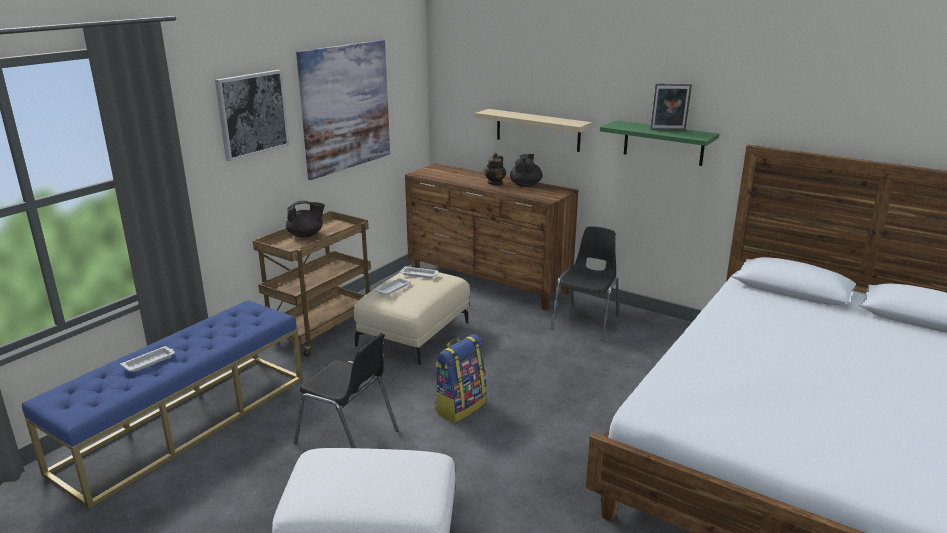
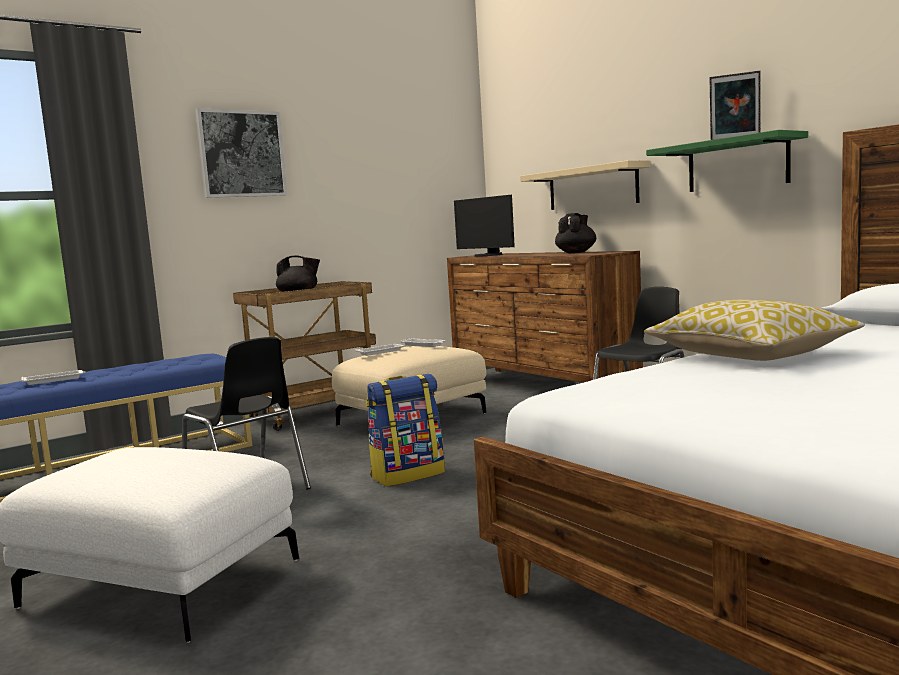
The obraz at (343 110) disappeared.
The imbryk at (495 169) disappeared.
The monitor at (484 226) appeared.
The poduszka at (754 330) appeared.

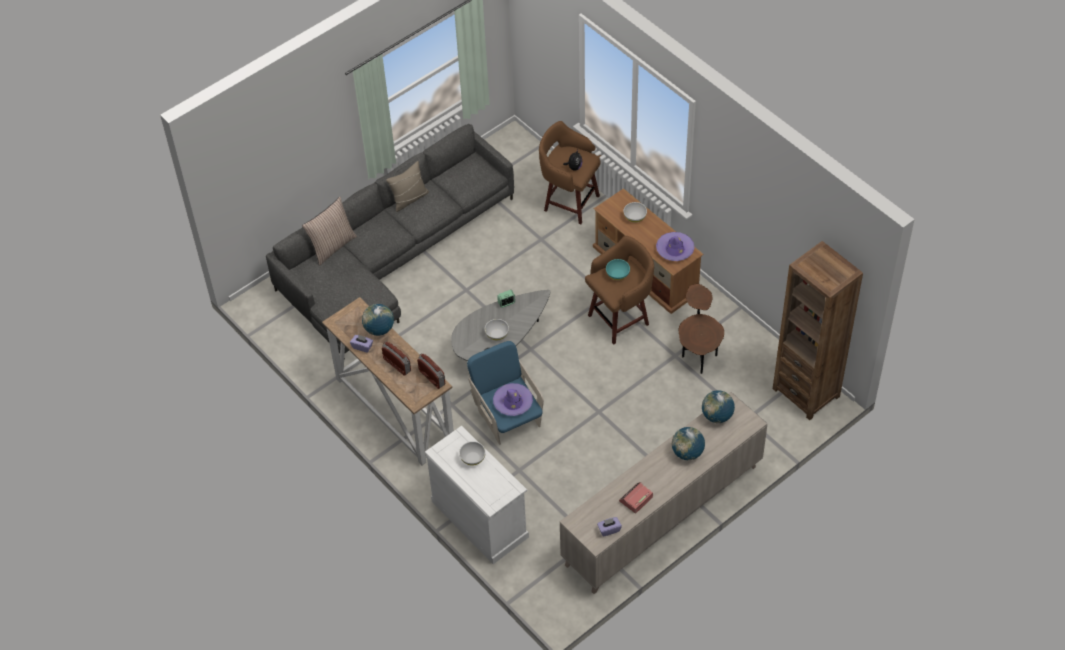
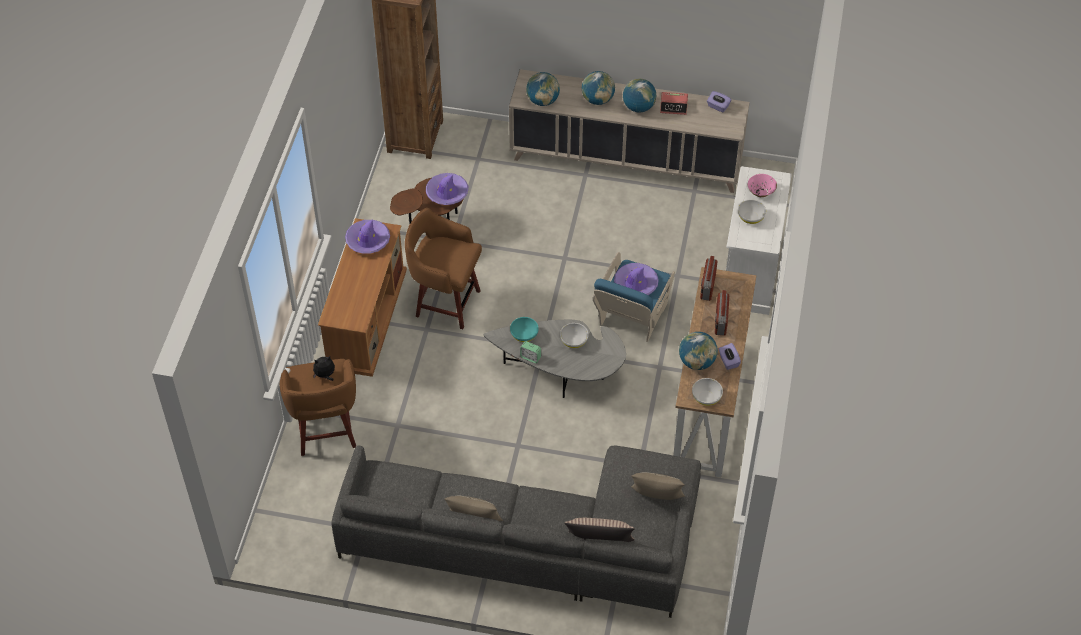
The kapelusz [fioletowy] at (447 189) appeared.
The globus at (639 95) appeared.
The poduszka [beżowy] at (658 486) appeared.
The miska [różowy] at (762 185) appeared.
The miska [turkusowy] moved from (618 269) to (524 329).
The miska [biały] moved from (635 212) to (707 392).

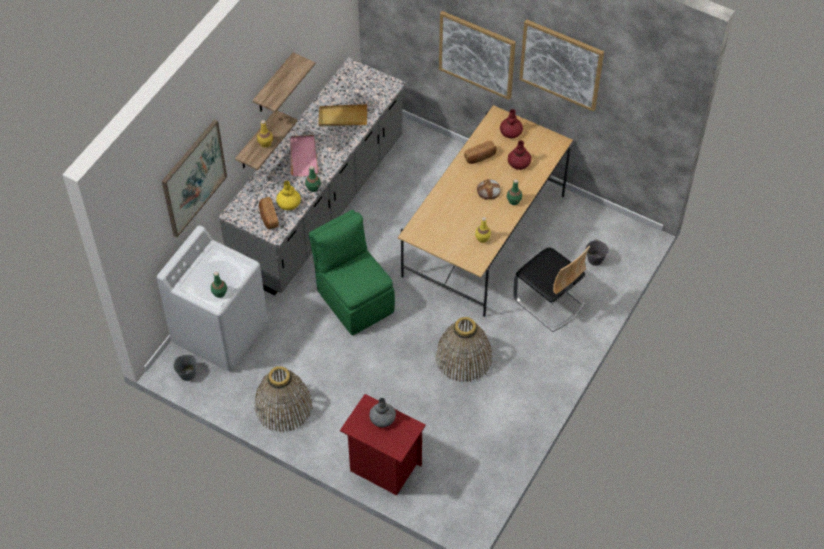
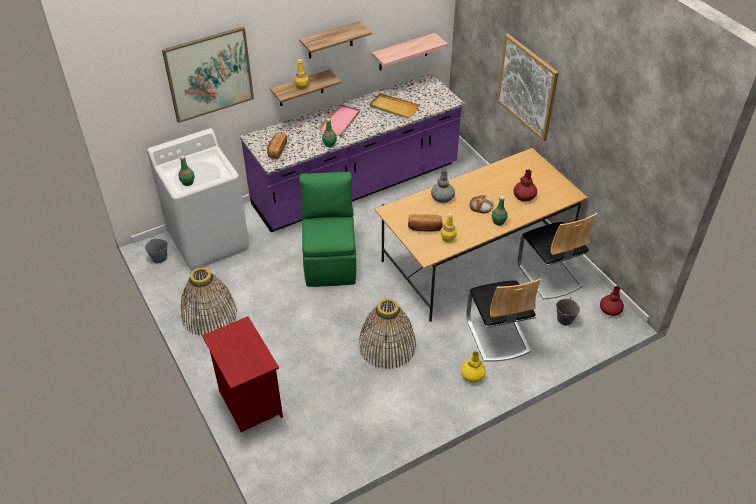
The obraz at (561 65) disappeared.
The półka at (410 51) appeared.
The krzesło at (557 256) appeared.
The wazon [żółty] moved from (288 195) to (473 367).
The wazon [szary] moved from (382 413) to (443 187).
The chleb moved from (480 152) to (425 223).
The wazon [czerwony] moved from (511 123) to (612 301).
The zabudowa kuchenna [szary] at (312 176) became the zabudowa kuchenna [fioletowy] at (352 152).

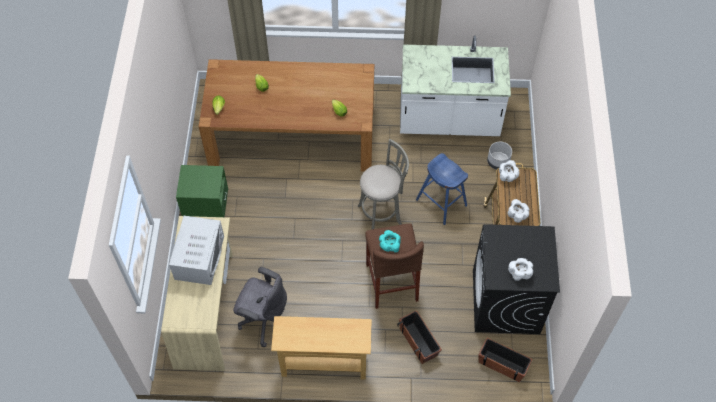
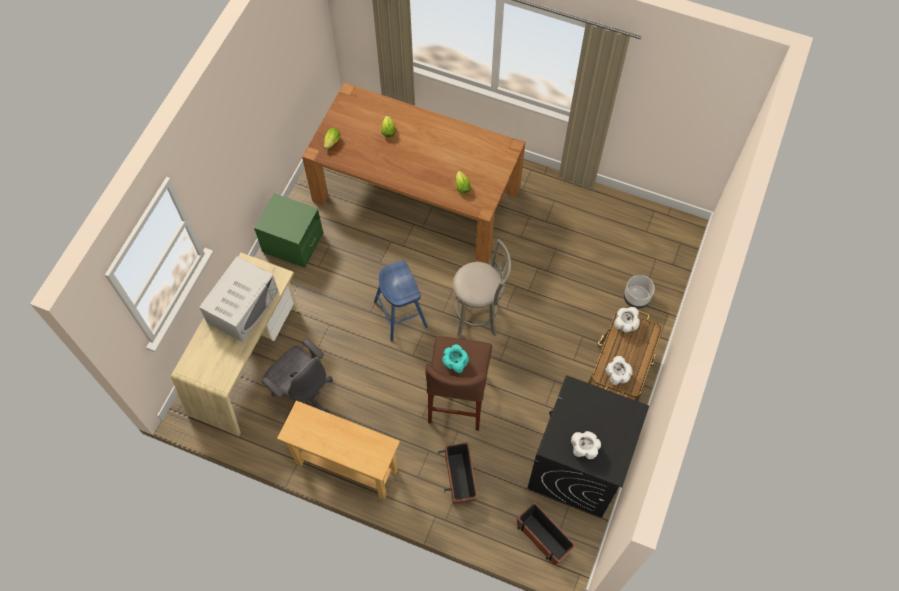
The zabudowa kuchenna [biały] at (455 86) disappeared.
The stołek [niebieski] moved from (442 189) to (401 301).

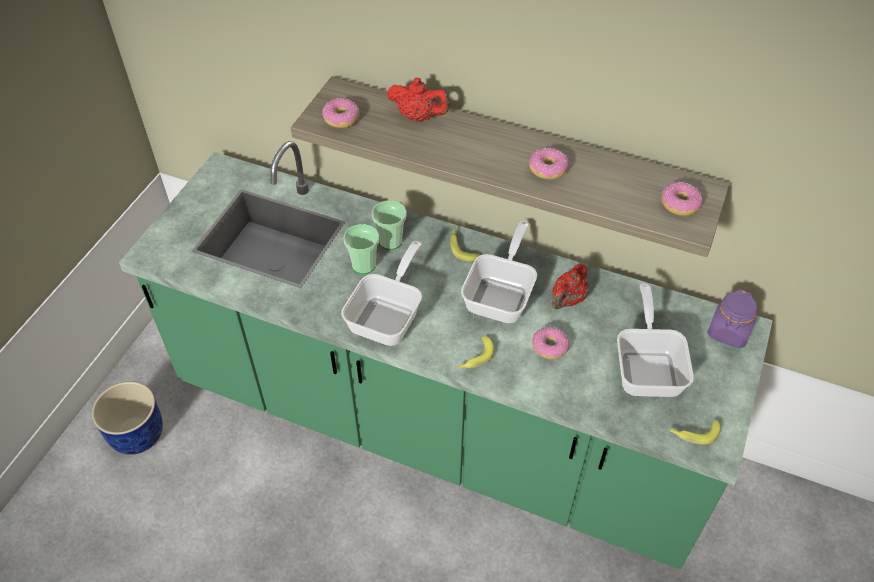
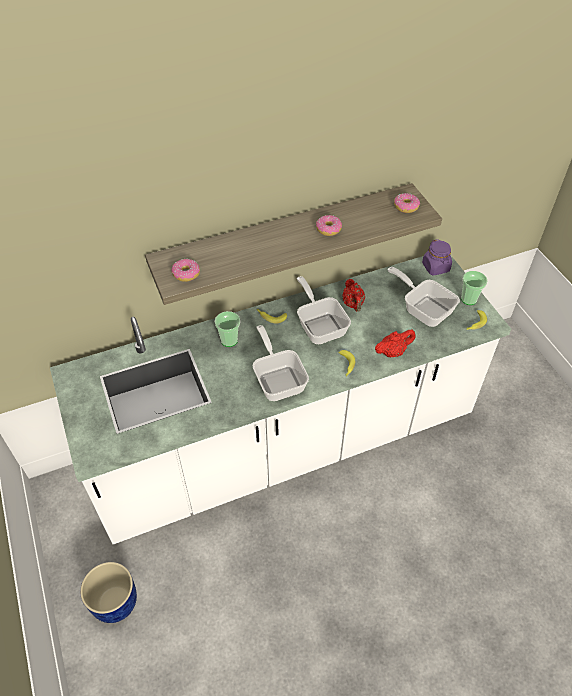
The donut at (551 343) disappeared.
The filiżanka moved from (361 249) to (474 288).
The imbryk [czerwony] moved from (418 100) to (395 343).
The zabudowa kuchenna [zielony] at (446 355) became the zabudowa kuchenna [biały] at (280 399).

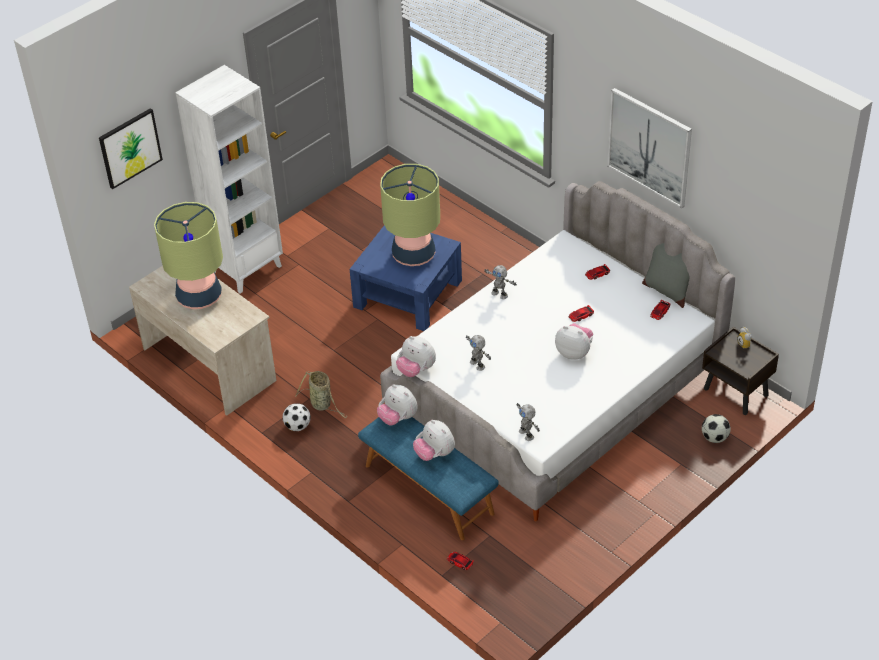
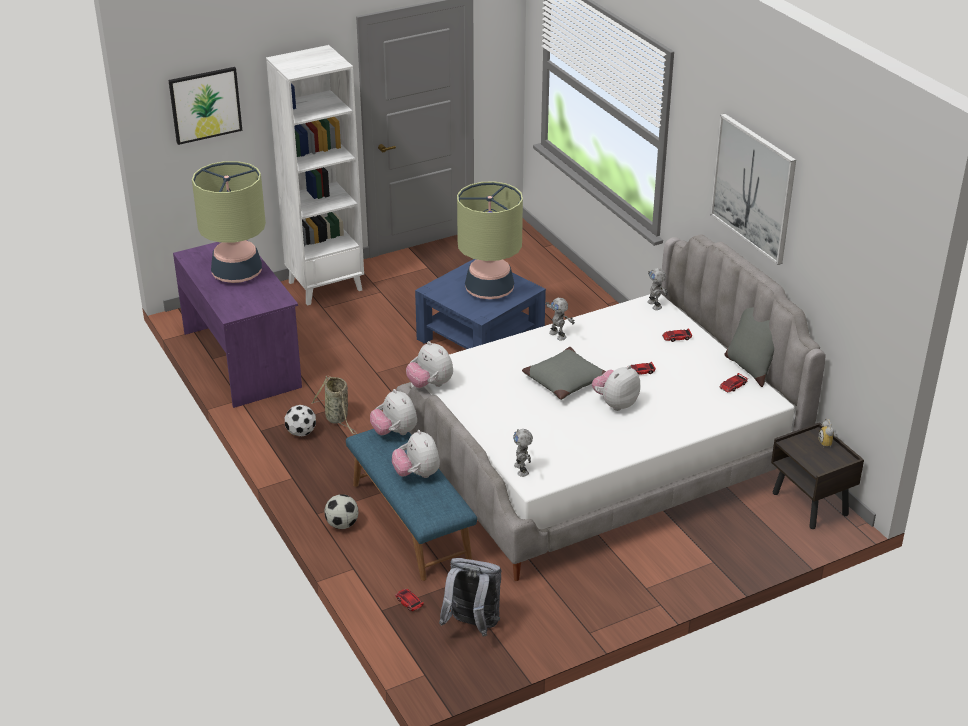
The plecak [szary] at (470 597) appeared.
The poduszka [szary] at (564 373) appeared.
The robot zabawkowy moved from (478 353) to (657 289).
The piłka futbolowa moved from (716 428) to (341 511).
The biurko [beżowy] at (203 341) became the biurko [fioletowy] at (237 324).
The pluszak at (574 341) turned 90 degrees counterclockwise.

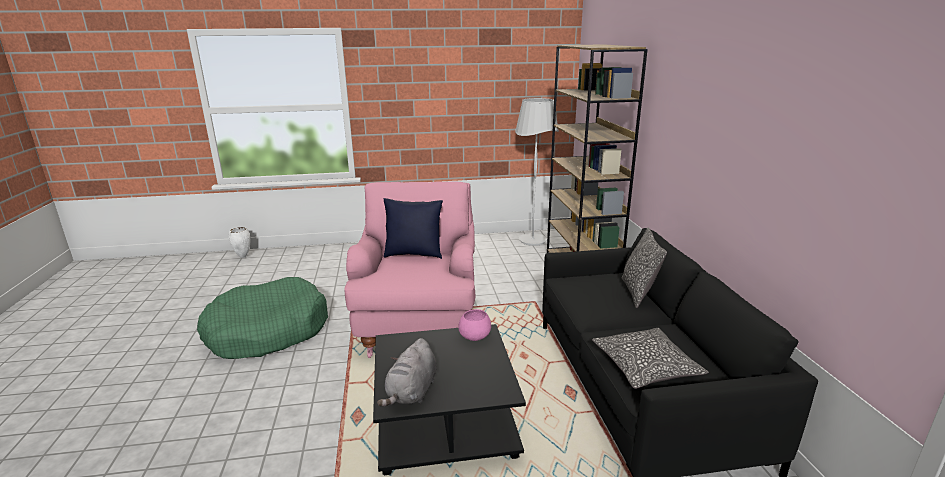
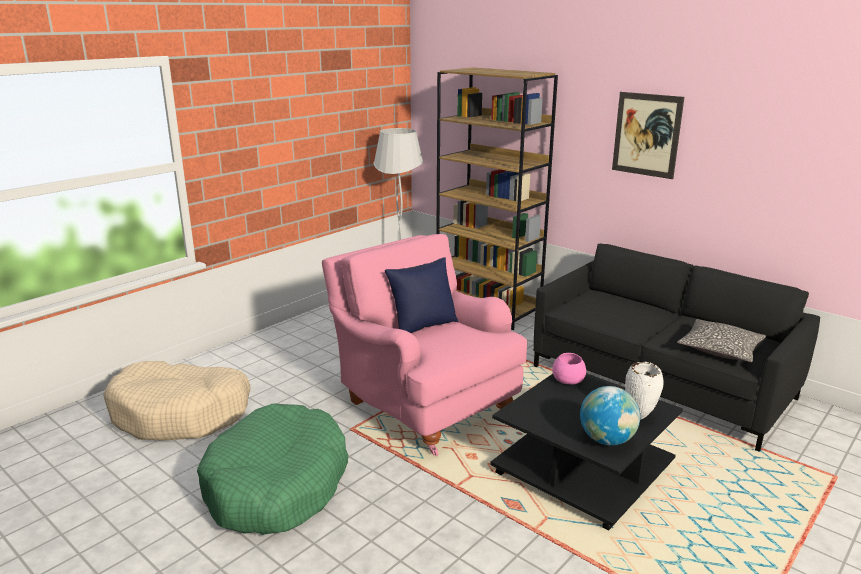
The poduszka at (644 267) disappeared.
The legowisko [beżowy] at (177 401) appeared.
The obraz at (648 135) appeared.
The wazon [biały] moved from (239 242) to (644 390).
The pluszak [szary] at (407 372) was replaced by the globus at (610 416).

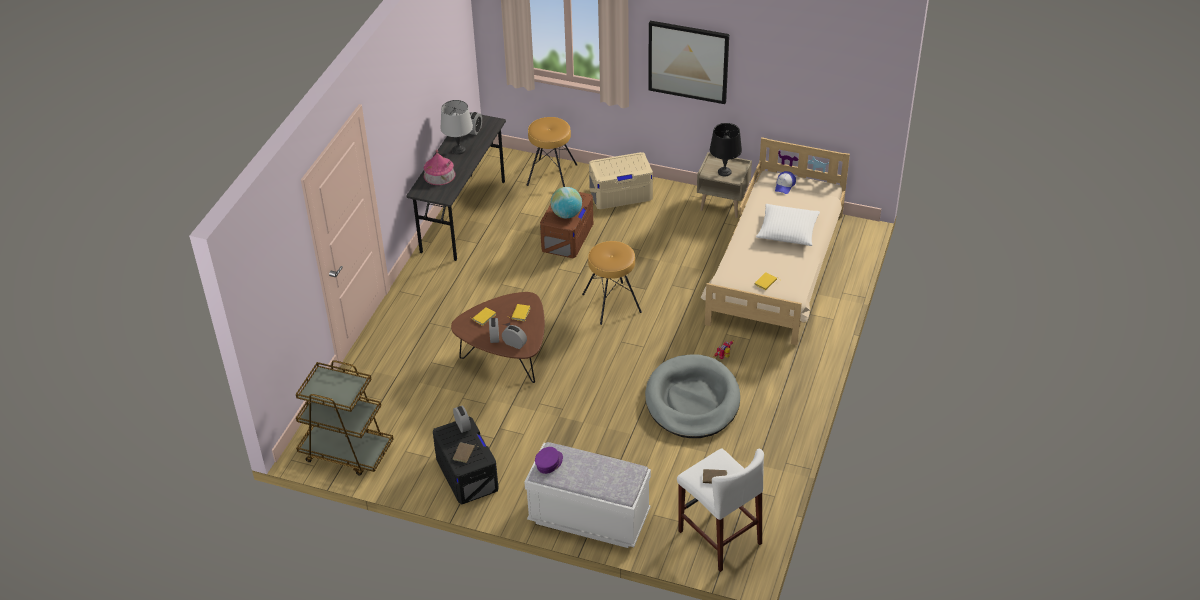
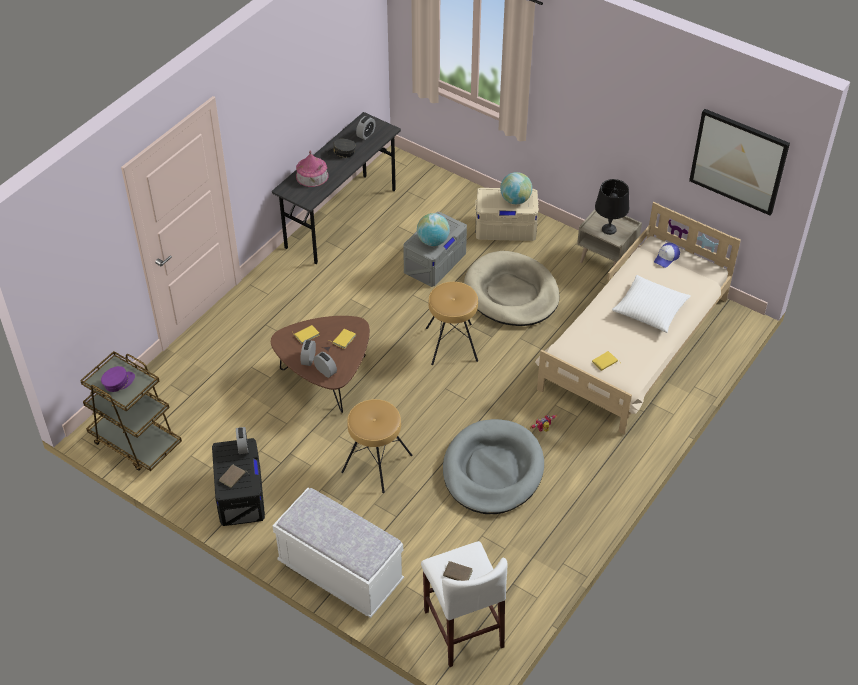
The legowisko [beżowy] at (512 288) appeared.
The globus at (516 188) appeared.
The stołek [brązowy] moved from (552 152) to (377 446).
The czapka z daszkiem [fioletowy] moved from (549 460) to (118 379).
The obraz moved from (688 62) to (739 162).
The lampa stołowa [szary] at (456 127) was replaced by the czapka z daszkiem [szary] at (341 149).
The pojemnik do przechowywania [brązowy] at (566 225) became the pojemnik do przechowywania [szary] at (435 249).

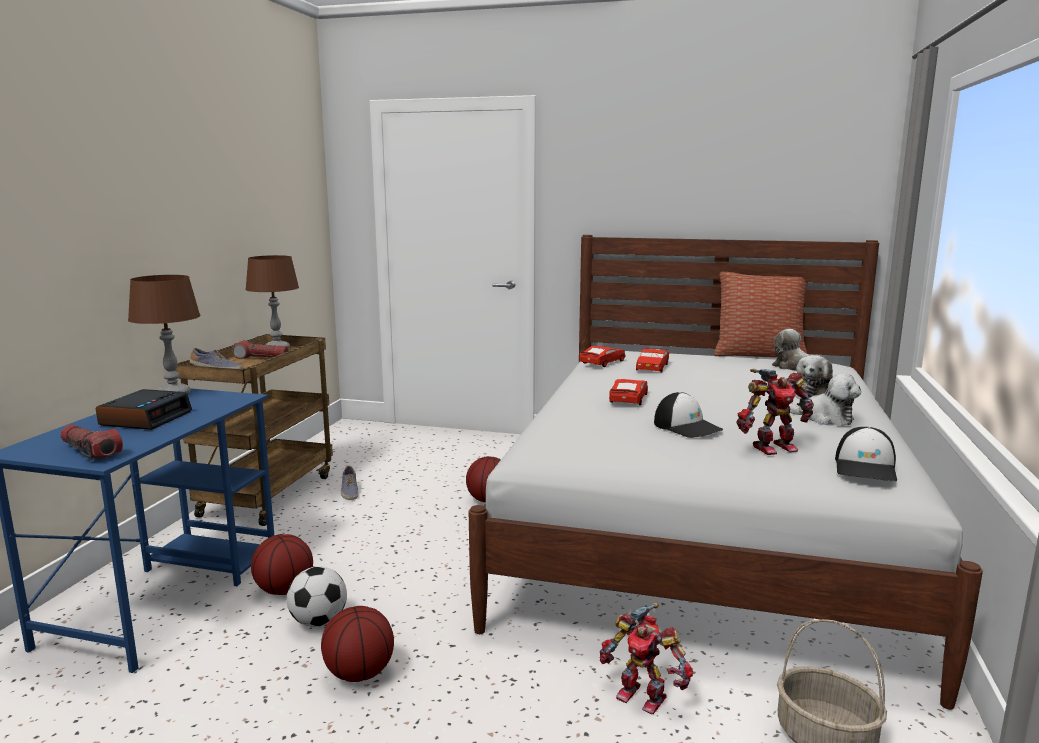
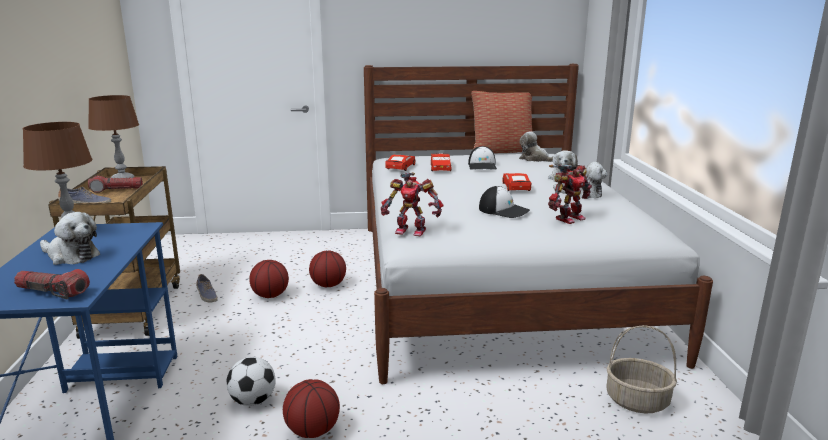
The piłka do koszykówki moved from (282 564) to (269 279).
The robot zabawkowy moved from (646 658) to (412 204).
The samochodzik [czerwony] moved from (628 392) to (516 182).
The czapka z daszkiem moved from (866 454) to (482 158).
The budzik at (144 409) was replaced by the pluszak at (70 238).

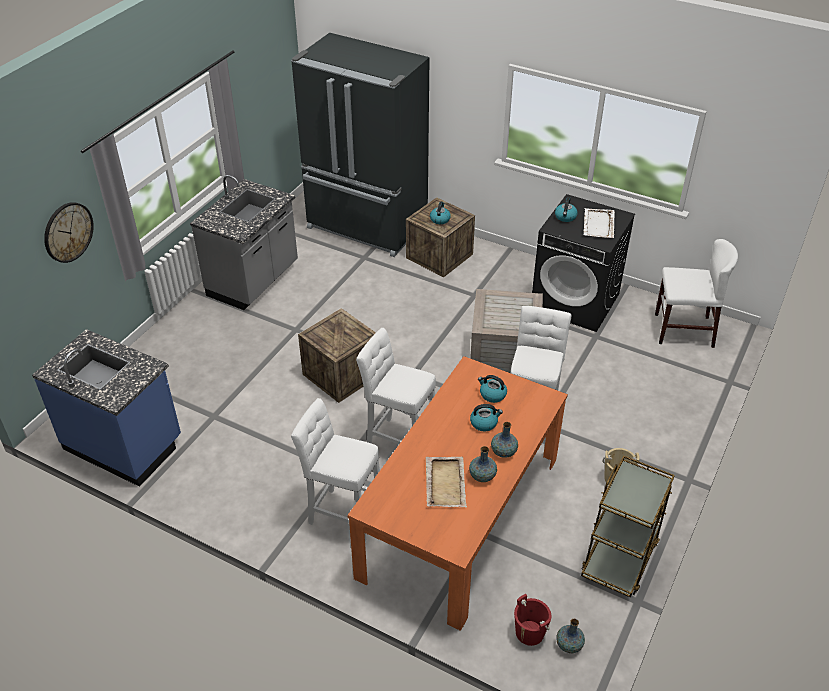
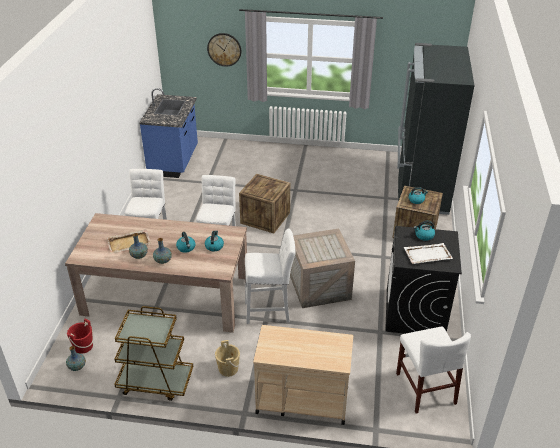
The zabudowa kuchenna [szary] at (244 242) disappeared.
The wózek [beżowy] at (303 375) appeared.
The stół jadalny [pomarańczowy] at (457 493) became the stół jadalny [beżowy] at (156 273).

